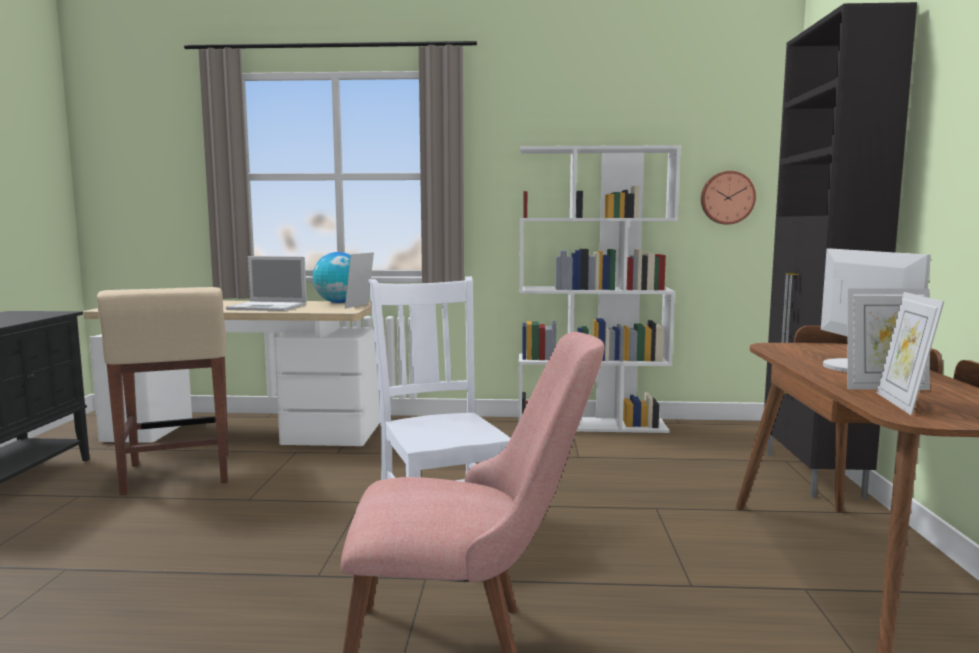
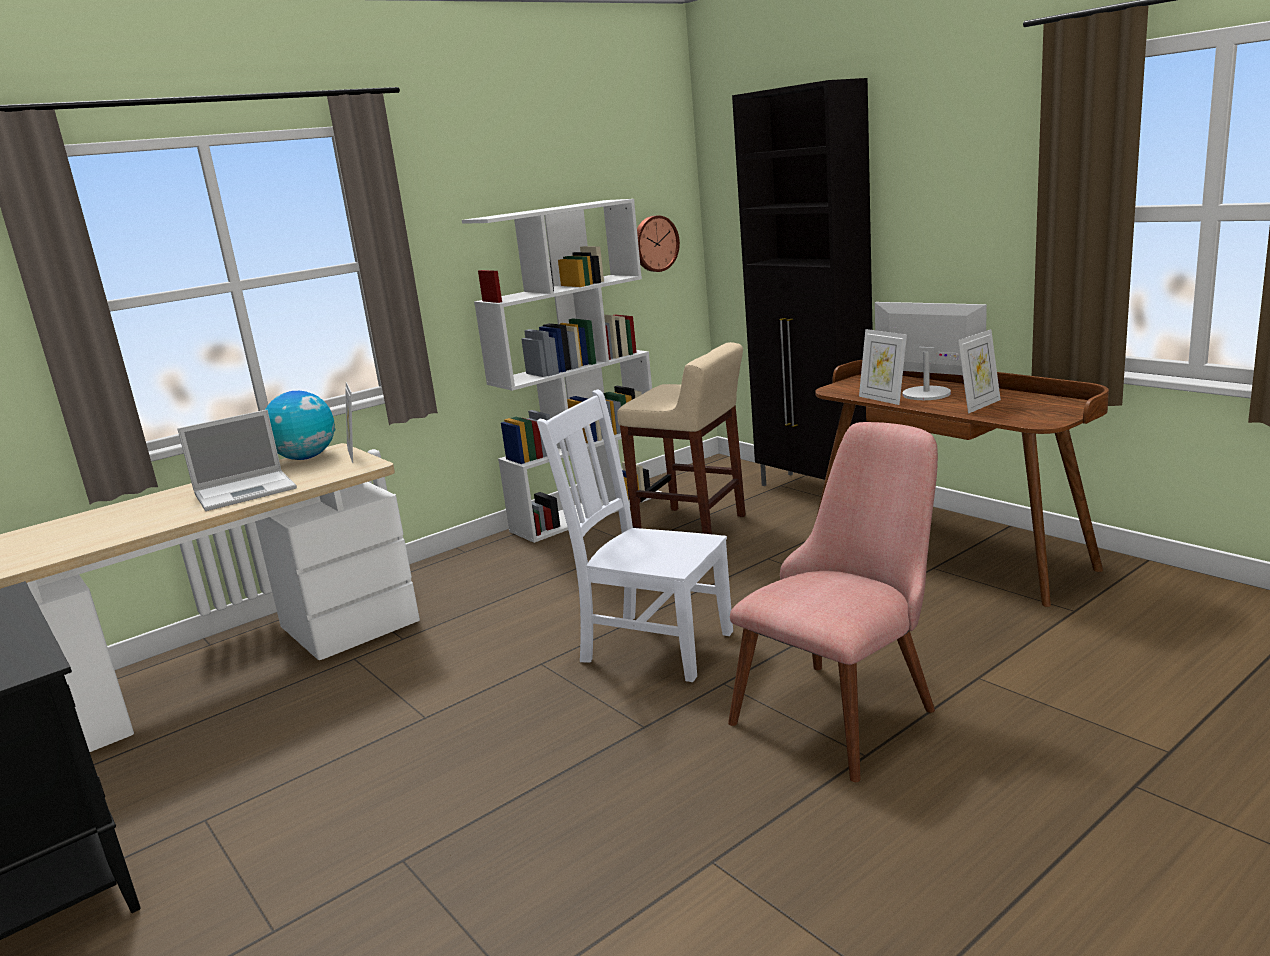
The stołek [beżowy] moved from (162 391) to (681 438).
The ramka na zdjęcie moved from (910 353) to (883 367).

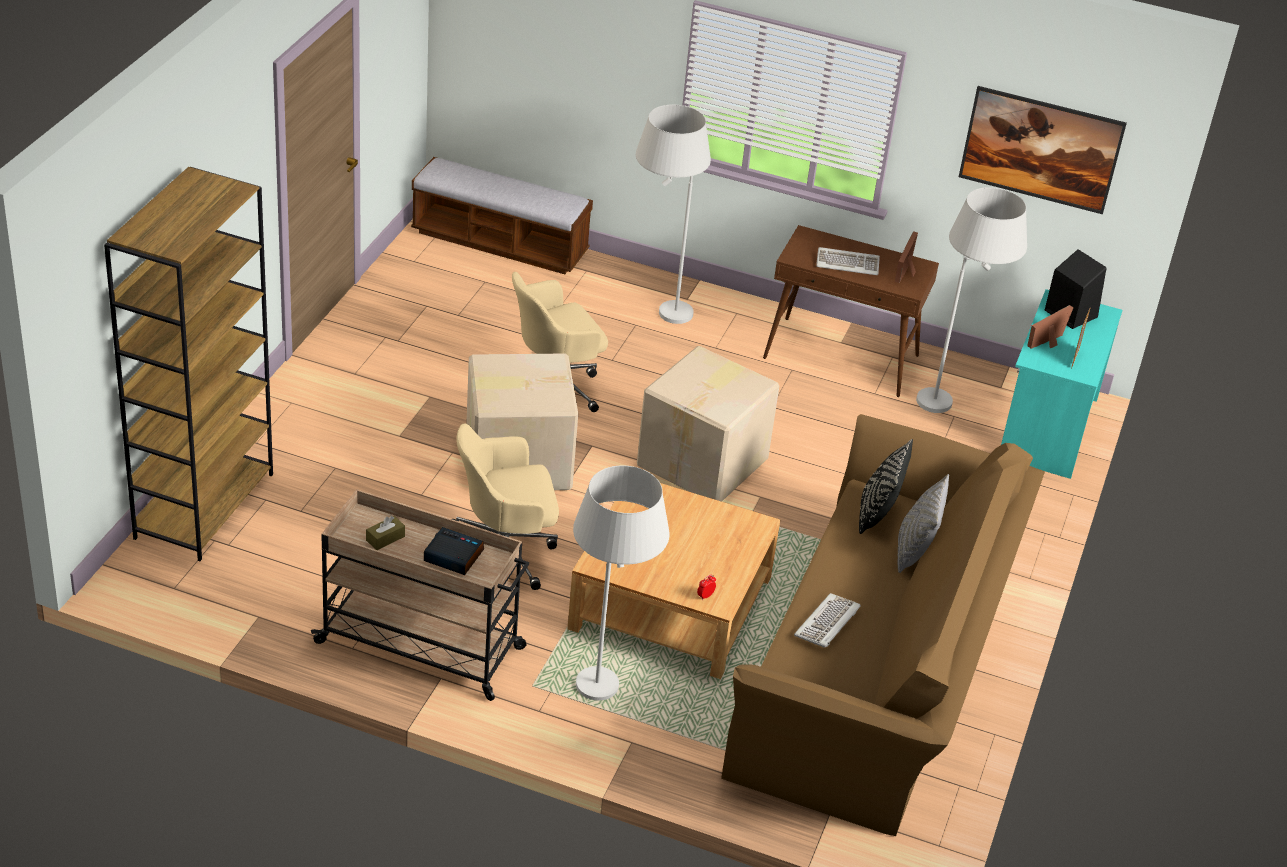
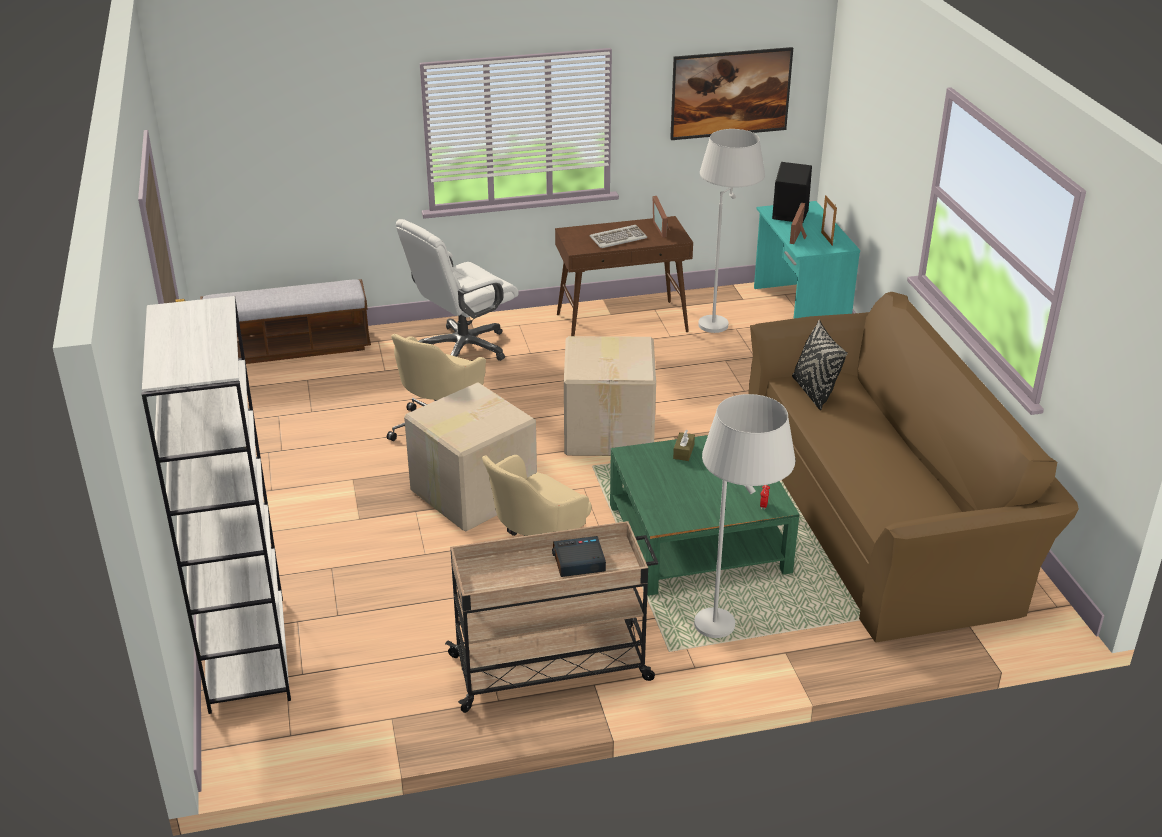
The klawiatura at (827 620) disappeared.
The poduszka [szary] at (923 523) disappeared.
The pudełko chusteczek [brązowy] moved from (385 533) to (684 445).
The lampa stojąca [biały] at (673 214) was replaced by the krzesło biurowe [biały] at (457 290).
The regał [brązowy] at (188 364) became the regał [biały] at (216 505).
The ława [beżowy] at (674 581) became the ława [zielony] at (704 515).

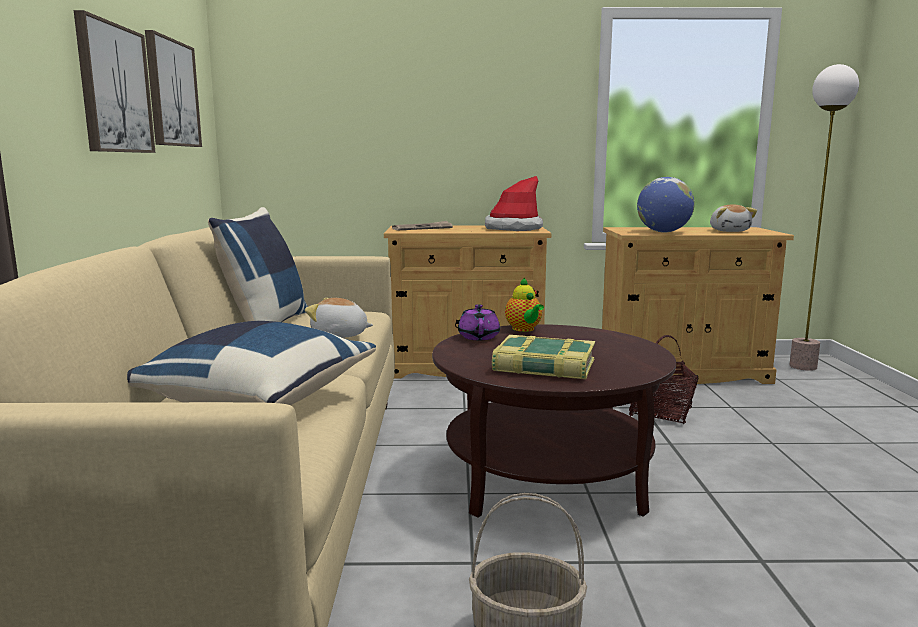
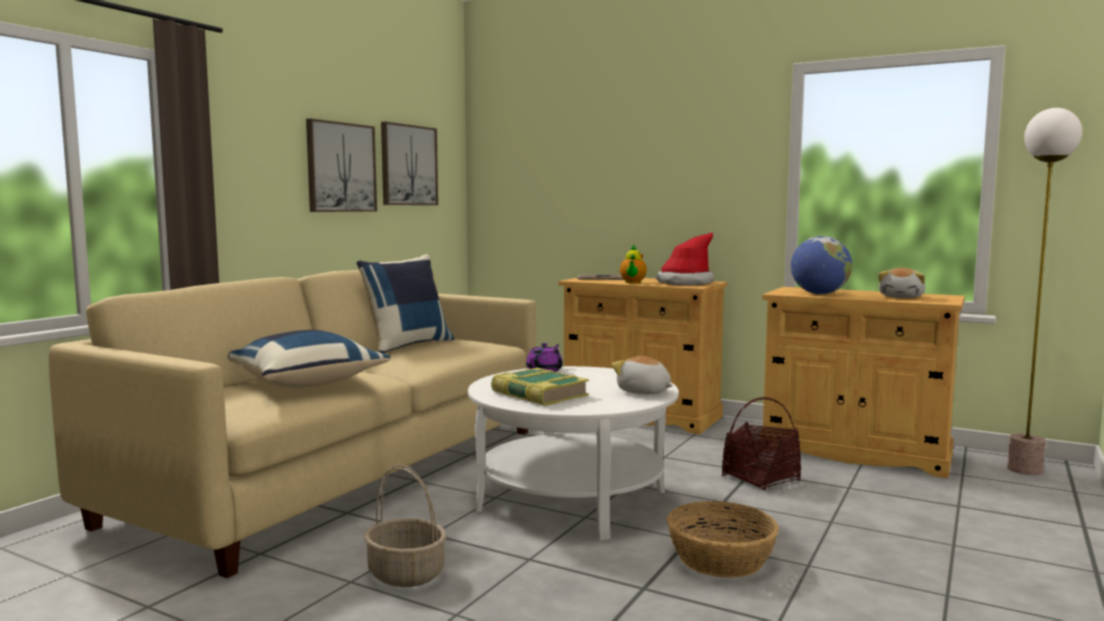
The koszyk at (723 539) appeared.
The pluszak moved from (339 318) to (642 375).
The imbryk moved from (524 304) to (633 263).
The ława [brązowy] at (554 421) became the ława [biały] at (573 453).

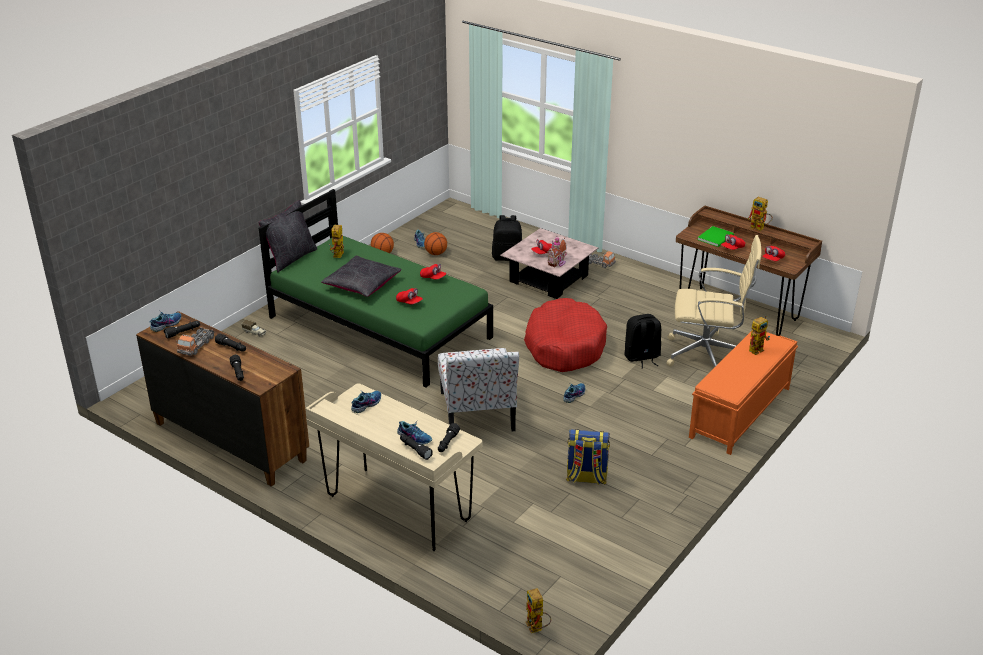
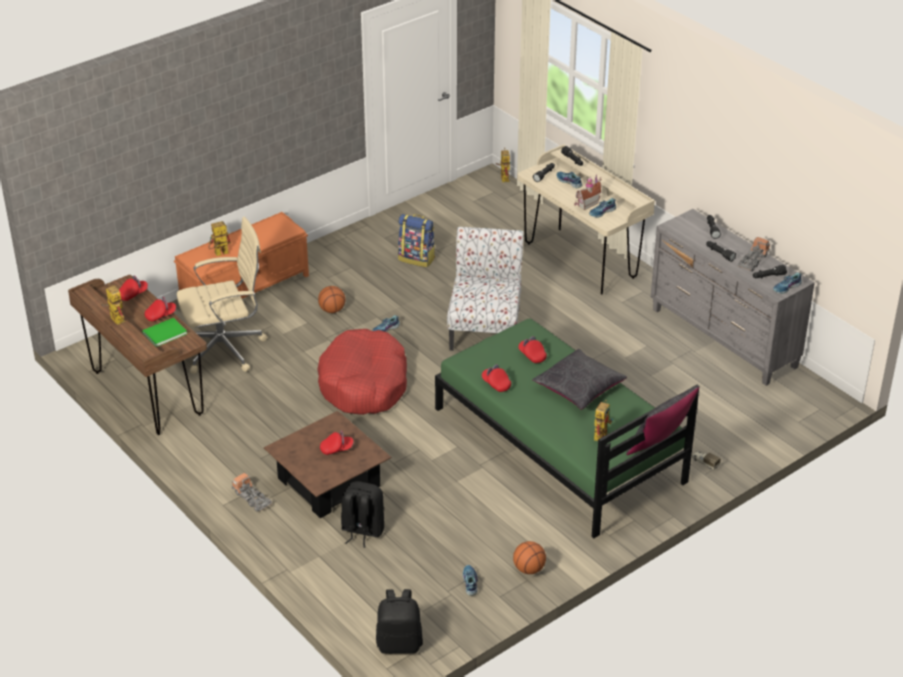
The piłka do koszykówki moved from (435 243) to (331 299).
The domek moved from (557 251) to (588 192).
The plecak [czarny] moved from (642 341) to (399 621).
The komoda [brązowy] at (222 399) became the komoda [szary] at (733 297).
The ława [różowy] at (549 263) became the ława [brązowy] at (327 464).
The krzesło biurowe [beżowy] at (713 301) turned 135 degrees clockwise.

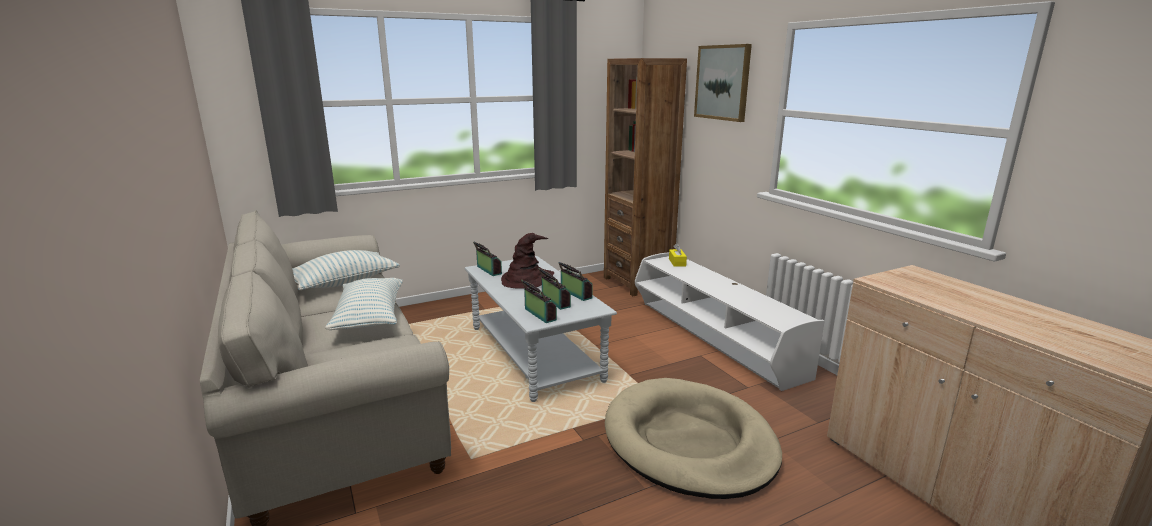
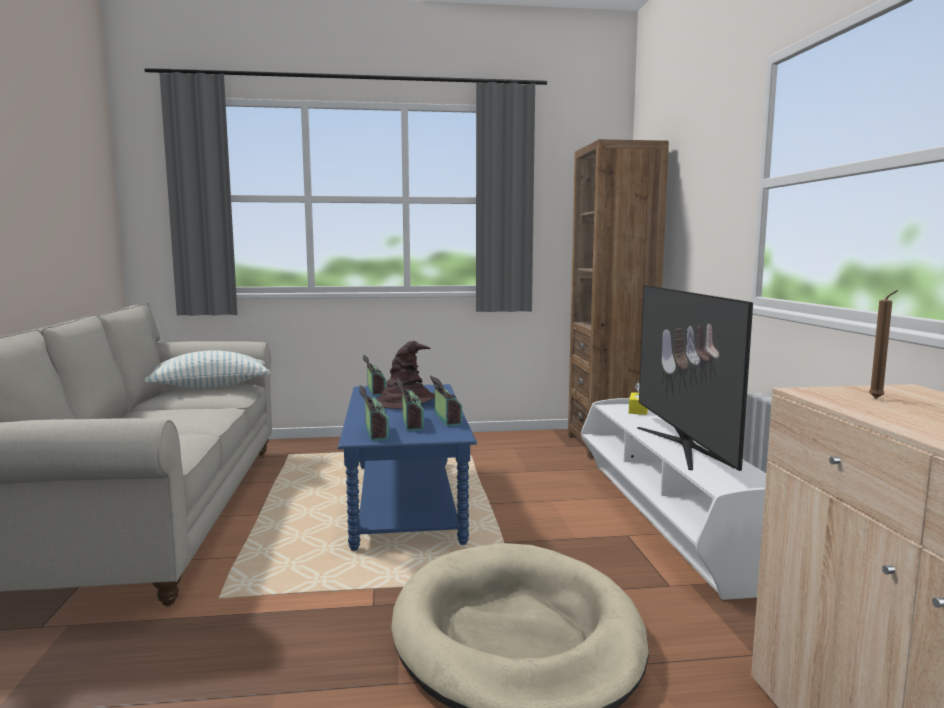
The poduszka at (364 304) disappeared.
The obraz at (723 83) disappeared.
The telewizor at (695 378) appeared.
The świeca [brązowy] at (883 344) appeared.
The ława [szary] at (541 329) became the ława [niebieski] at (407 467).

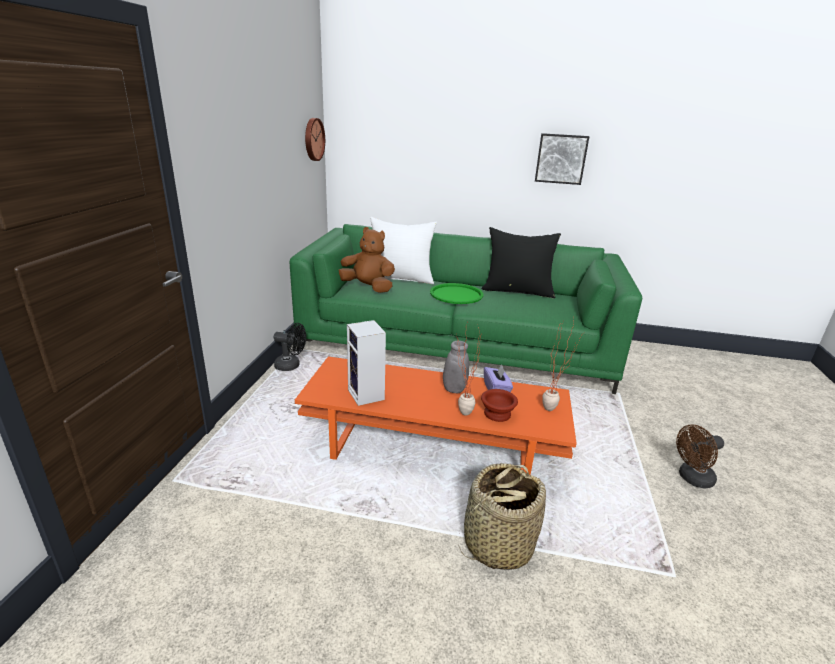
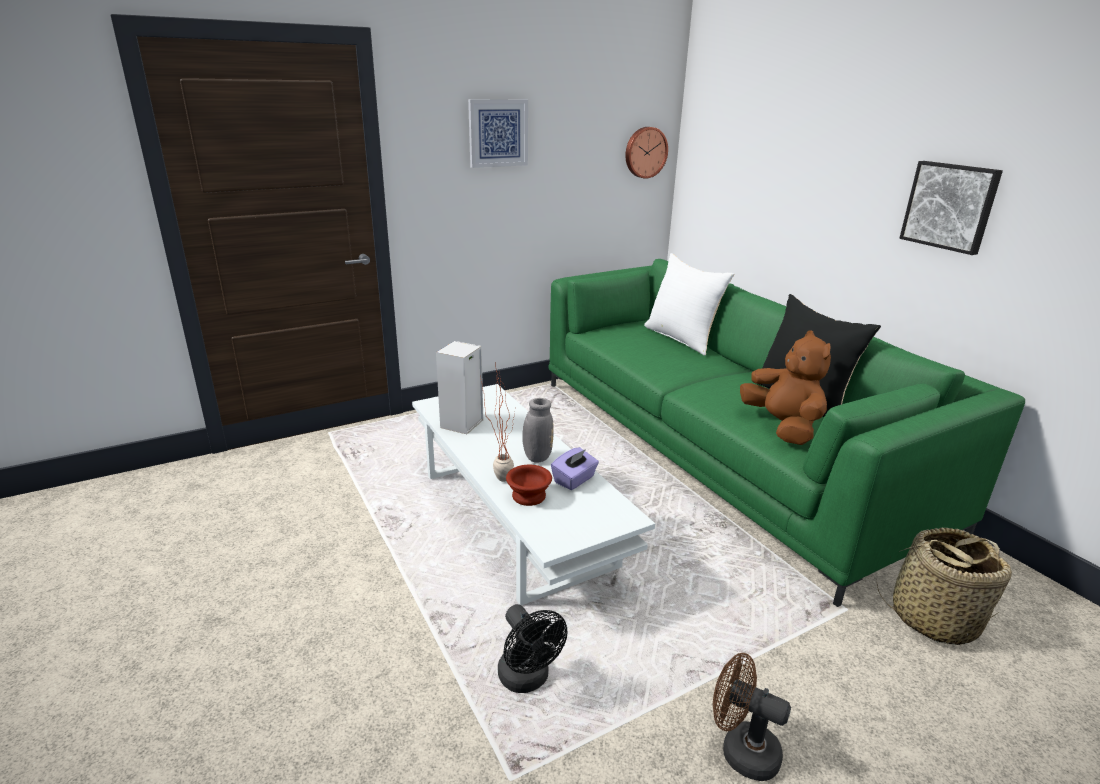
The taca [zielony] at (456 293) disappeared.
The roślina doniczkowa at (561 365) disappeared.
The obraz at (498 133) appeared.
The wentylator [czarny] moved from (290 347) to (532 648).
The pluszak [brązowy] moved from (367 260) to (785 387).
The koszyk moved from (502 516) to (944 586).
The ława [pomarańczowy] at (436 415) became the ława [biały] at (533 494).

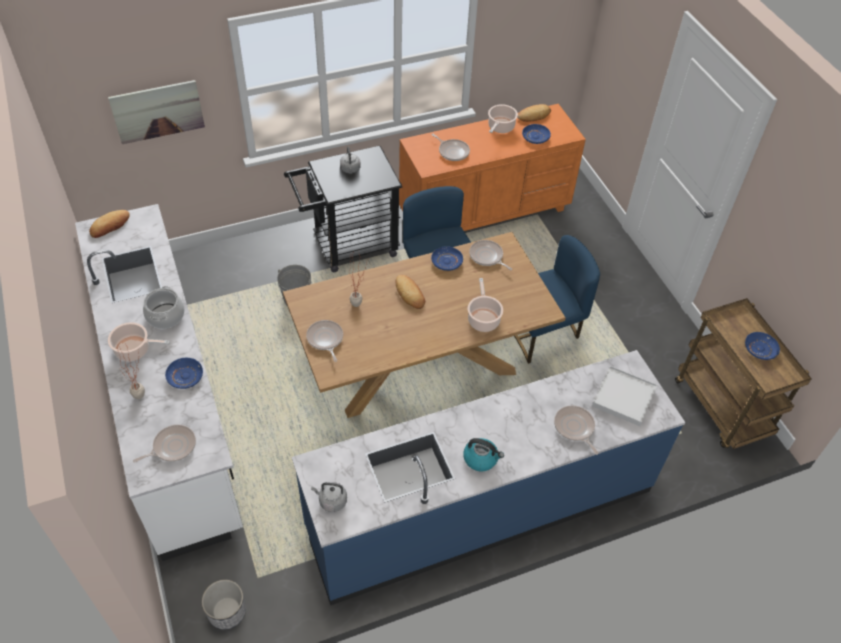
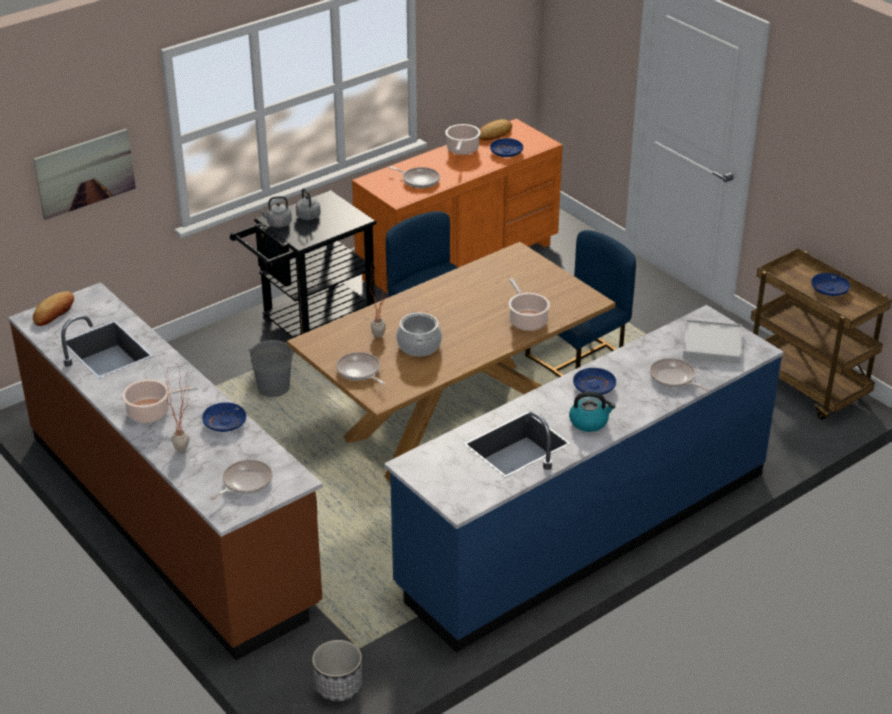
The chleb at (410 292) disappeared.
The patelnia at (490 255) disappeared.
The garnek moved from (164 307) to (419 334).
The czajnik [szary] moved from (329 497) to (275 212).
The talerz [niebieski] moved from (447 258) to (594 381).
The zabudowa kuchenna [biały] at (159 382) became the zabudowa kuchenna [brązowy] at (165 471).

